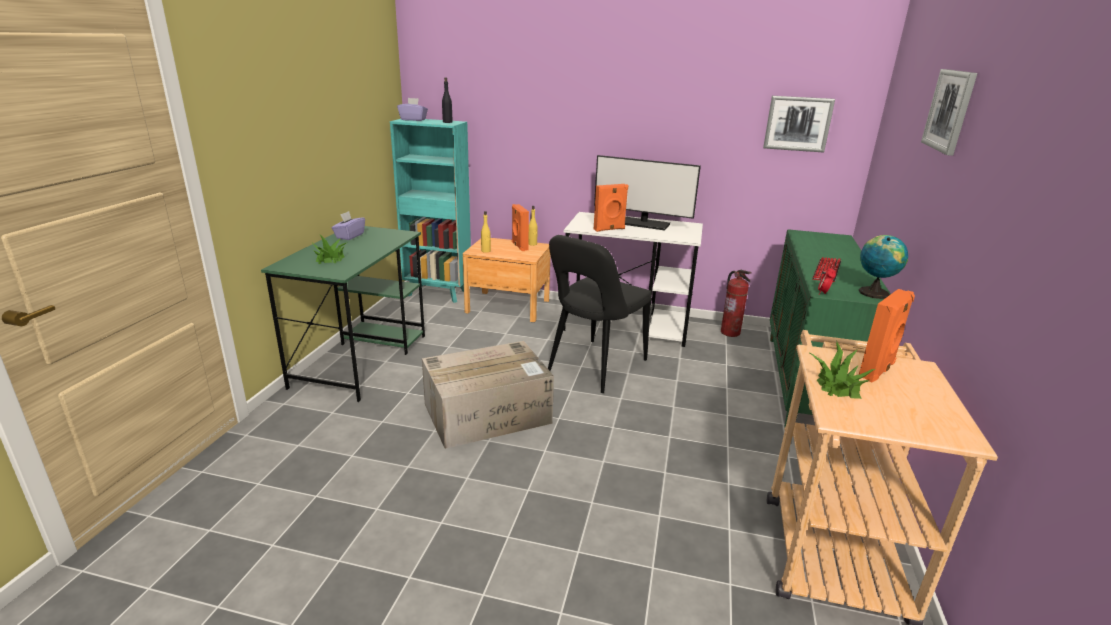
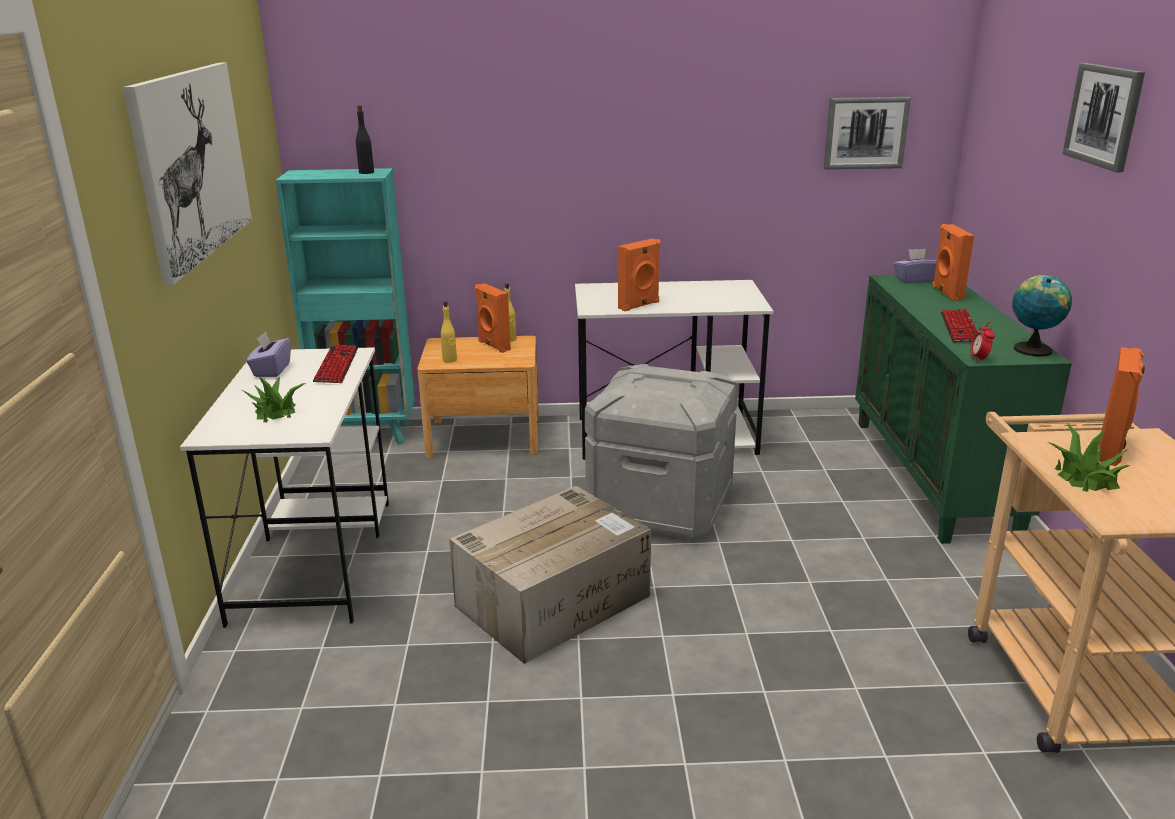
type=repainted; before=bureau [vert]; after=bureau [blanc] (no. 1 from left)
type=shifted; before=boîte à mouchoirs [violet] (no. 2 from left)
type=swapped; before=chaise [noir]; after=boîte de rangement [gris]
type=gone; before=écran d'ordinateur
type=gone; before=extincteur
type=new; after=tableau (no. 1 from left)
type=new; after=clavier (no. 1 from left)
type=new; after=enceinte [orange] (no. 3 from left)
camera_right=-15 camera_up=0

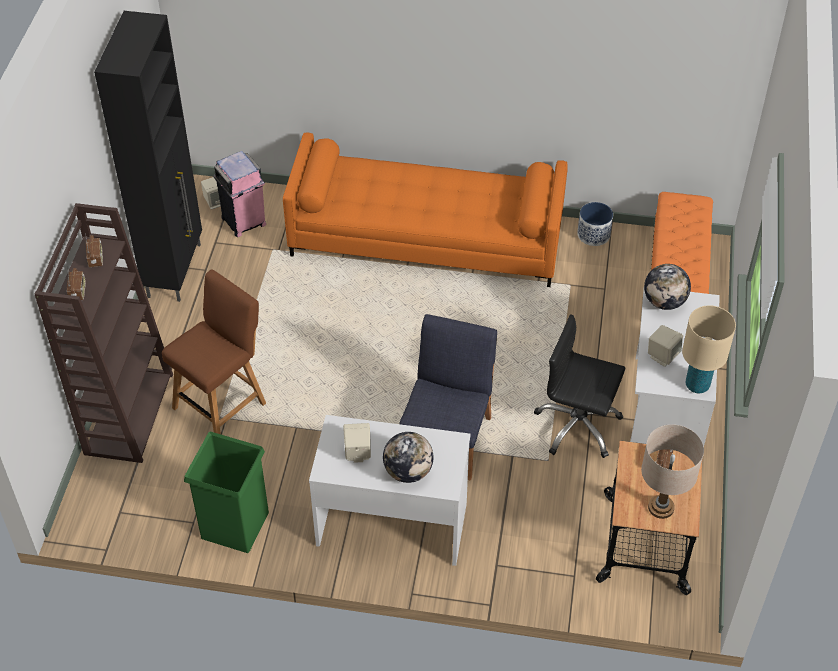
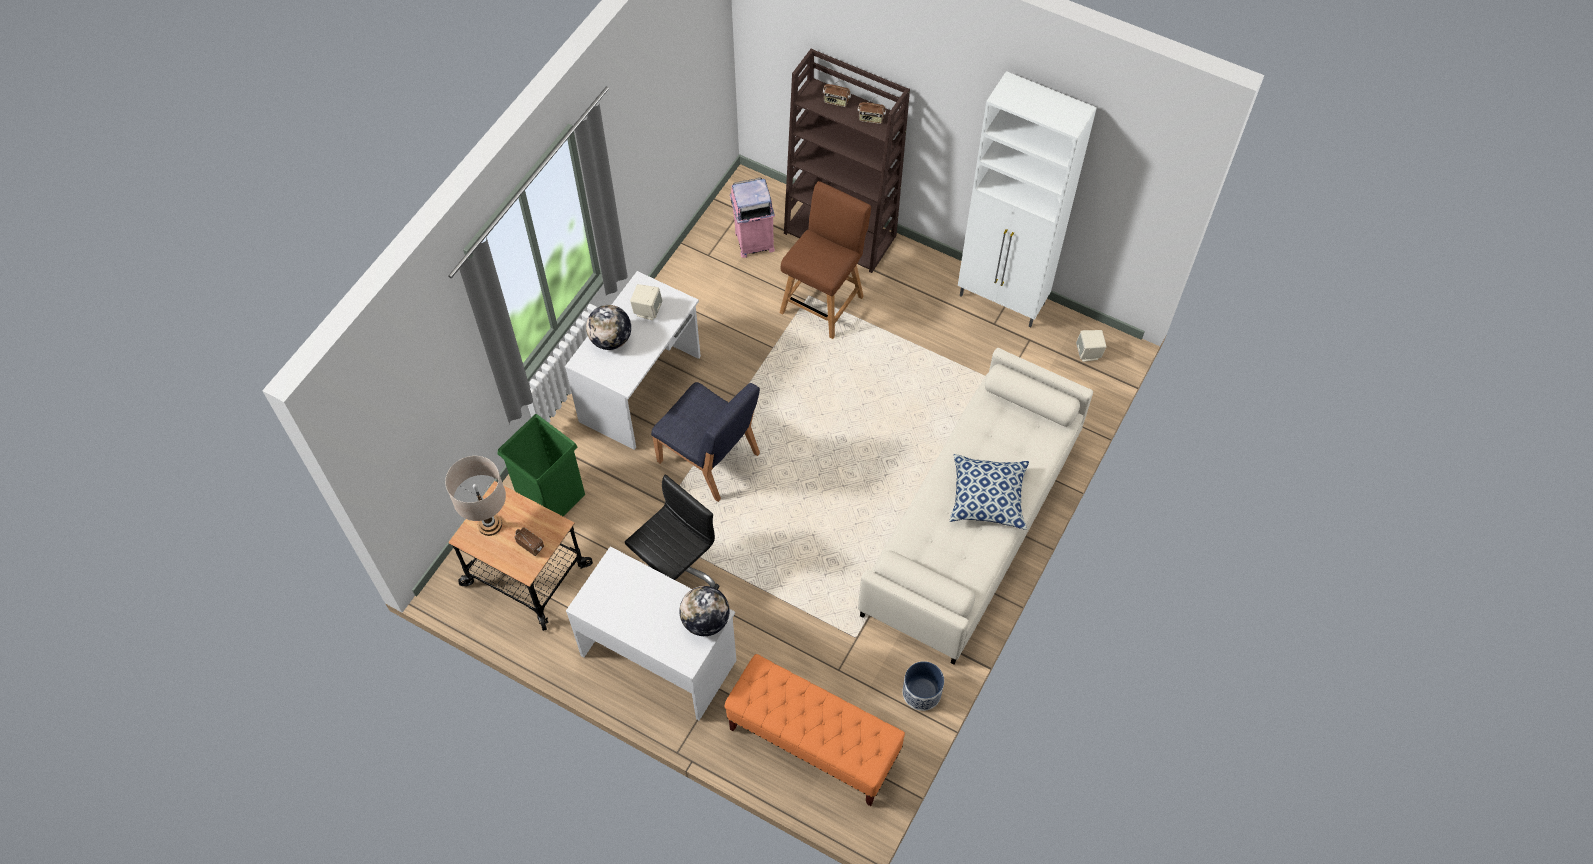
type=repainted; before=meuble de rangement [noir]; after=meuble de rangement [blanc]
type=rotated; before=chaise [marron]; turn=-120
type=shifted; before=poubelle [vert]
type=shifted; before=poubelle [rose]
type=repainted; before=canapé [orange]; after=canapé [beige]
type=gone; before=enceinte [beige] (no. 3 from left)
type=gone; before=lampe de table [beige] (no. 2 from left)
type=new; after=coussin
camera_right=110 camera_up=10

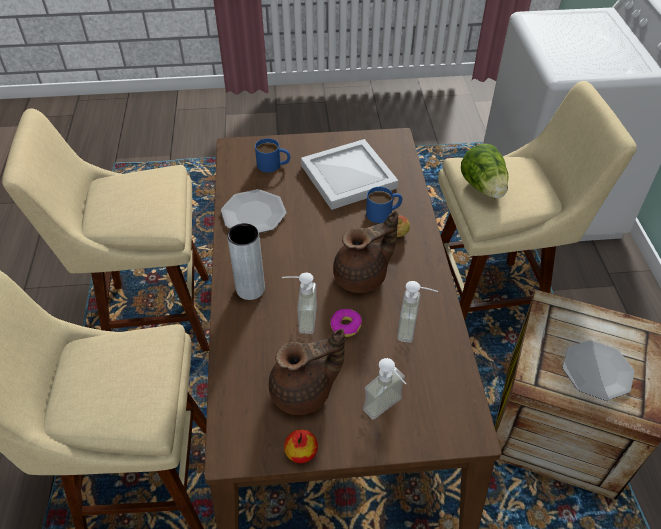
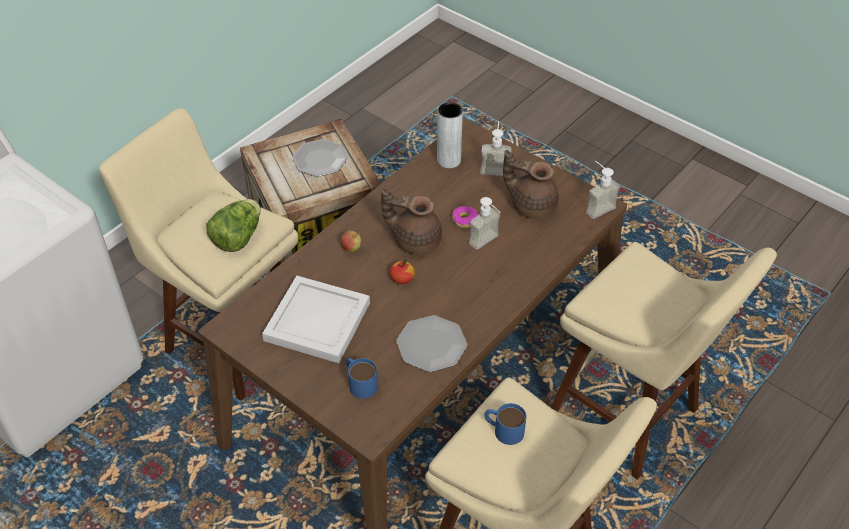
type=shifted; before=vase [gris]
type=shifted; before=pomme (no. 1 from left in the first image); after=pomme (no. 2 from left)
type=shifted; before=mug [bleu] (no. 2 from left)
type=shifted; before=distributeur de savon (no. 3 from left)
camera_right=-135 camera_up=0

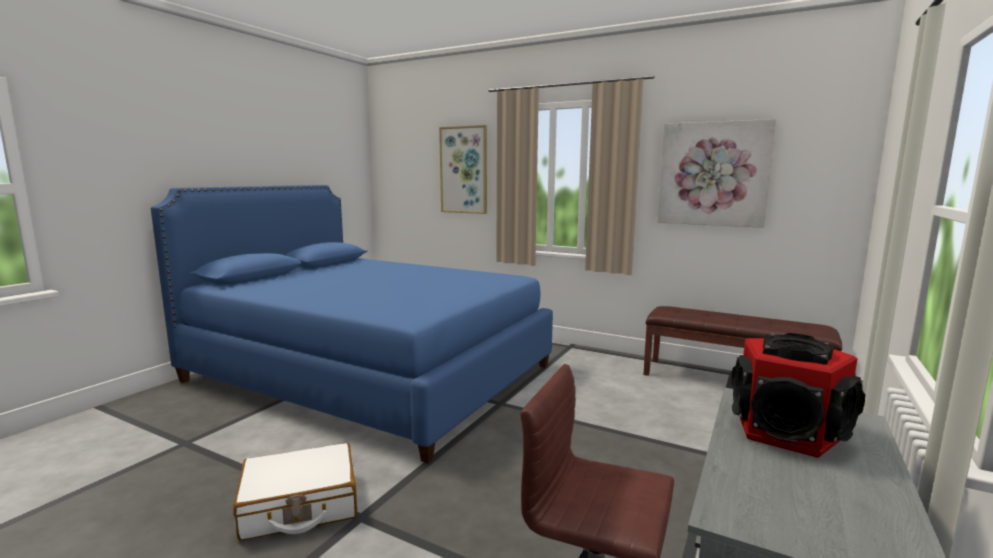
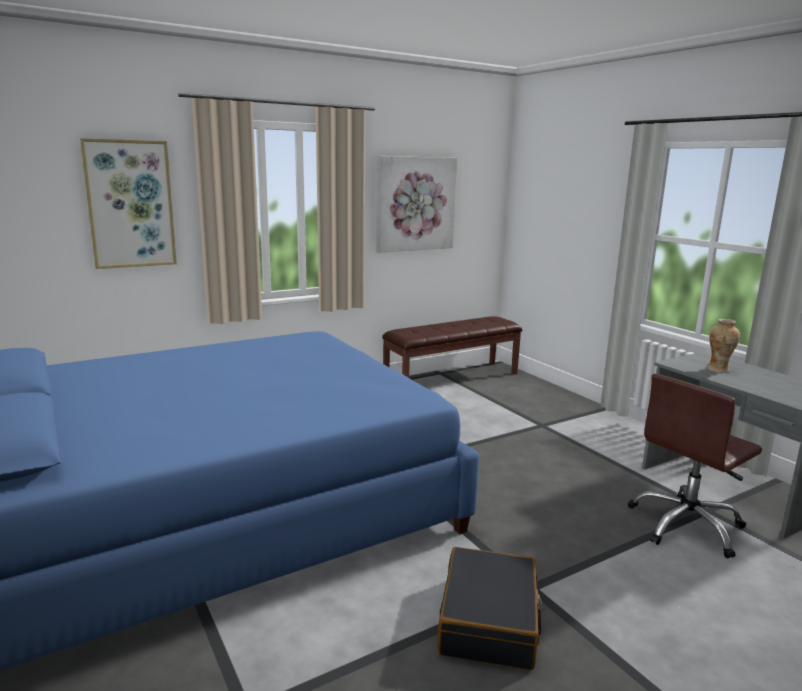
type=repainted; before=valise [blanc]; after=valise [noir]
type=swapped; before=enceinte; after=vase
camera_right=-60 camera_up=5

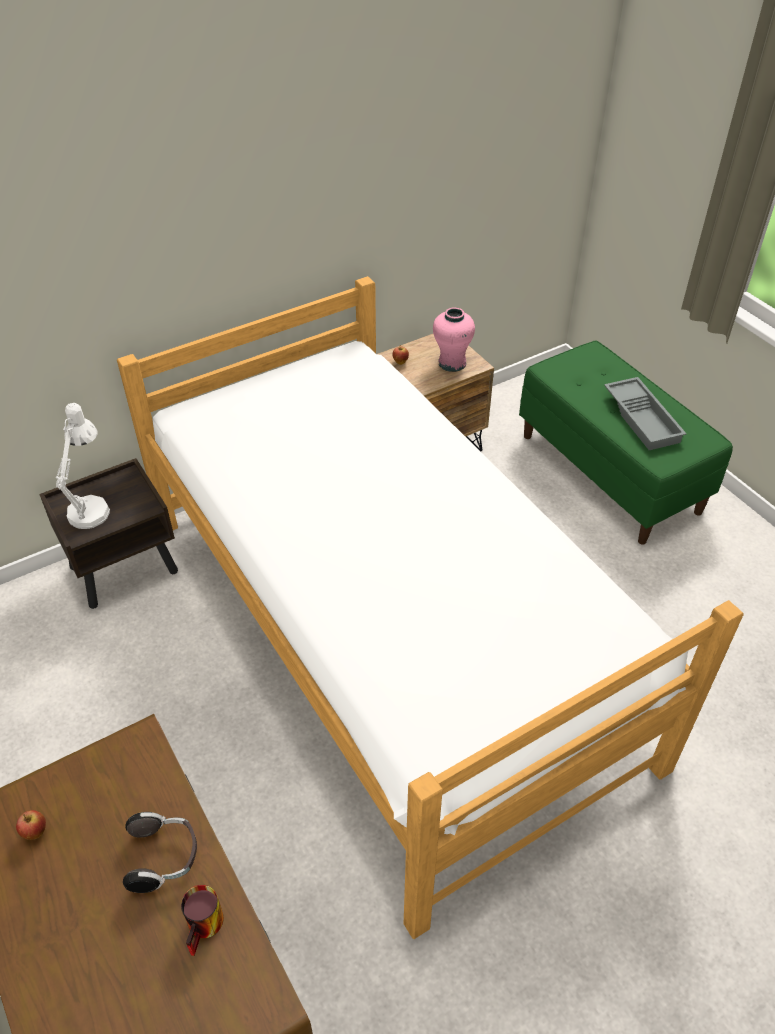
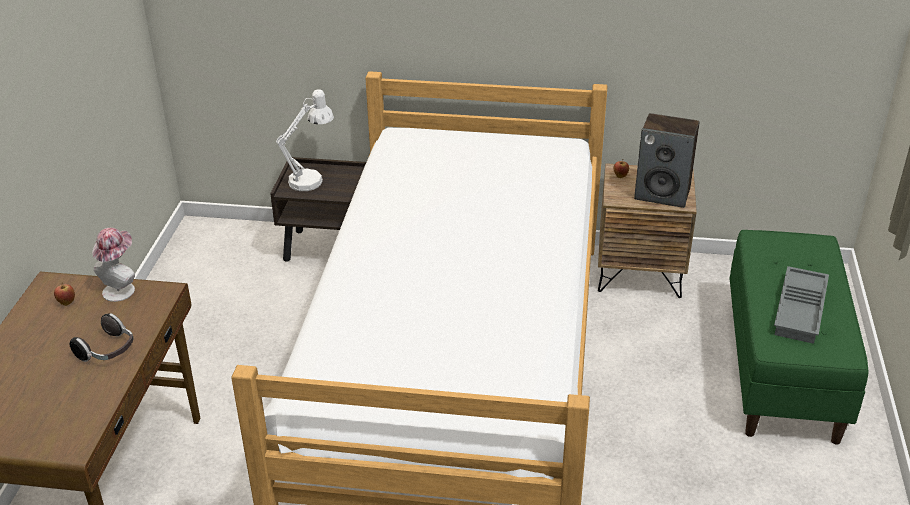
type=gone; before=mug
type=swapped; before=vase [rose]; after=enceinte
type=new; after=chapeau
camera_right=40 camera_up=-10

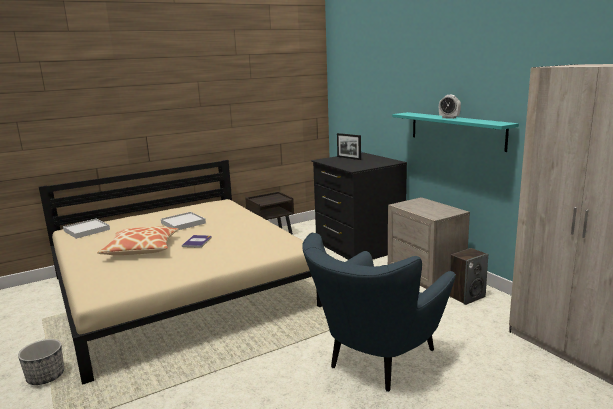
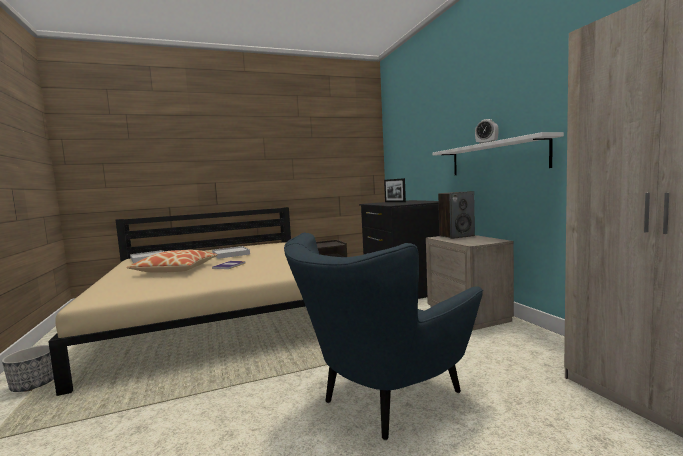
type=repainted; before=étagère [turquoise]; after=étagère [blanc]
type=shifted; before=enceinte
camera_right=10 camera_up=-10

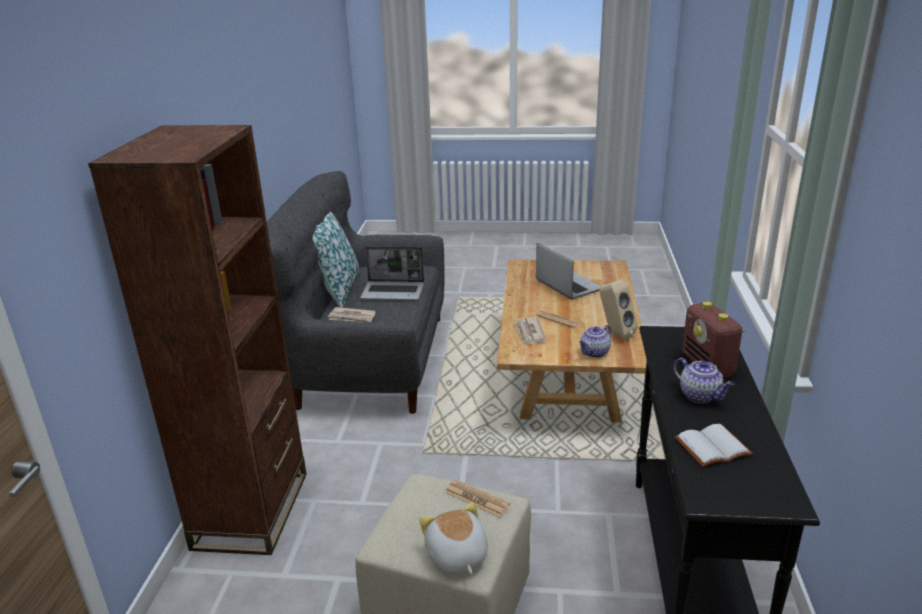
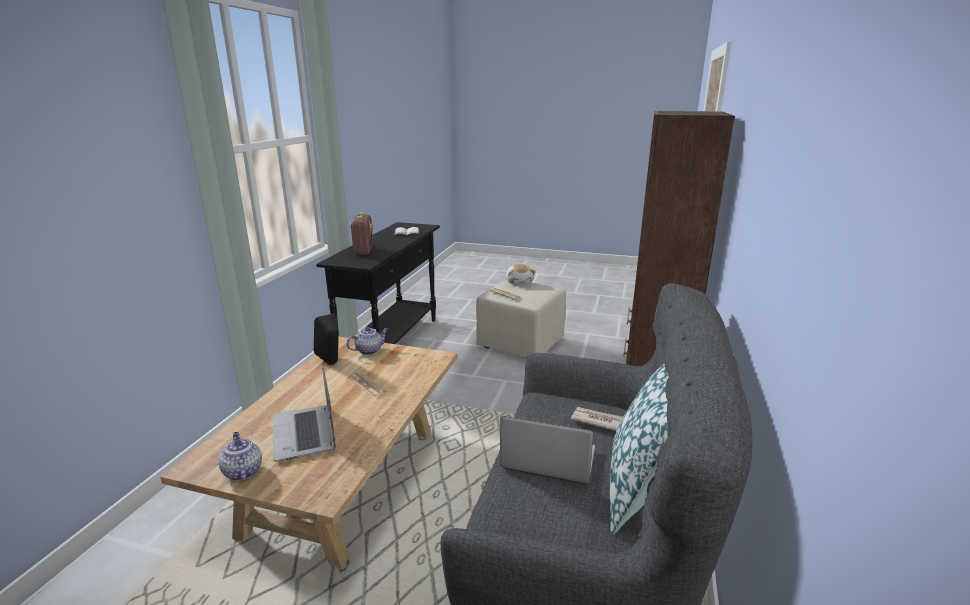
type=gone; before=journal (no. 3 from left)
type=repainted; before=enceinte [beige]; after=enceinte [noir]
type=shifted; before=théière (no. 2 from left in the first image); after=théière (no. 1 from left)
camera_right=-170 camera_up=-5

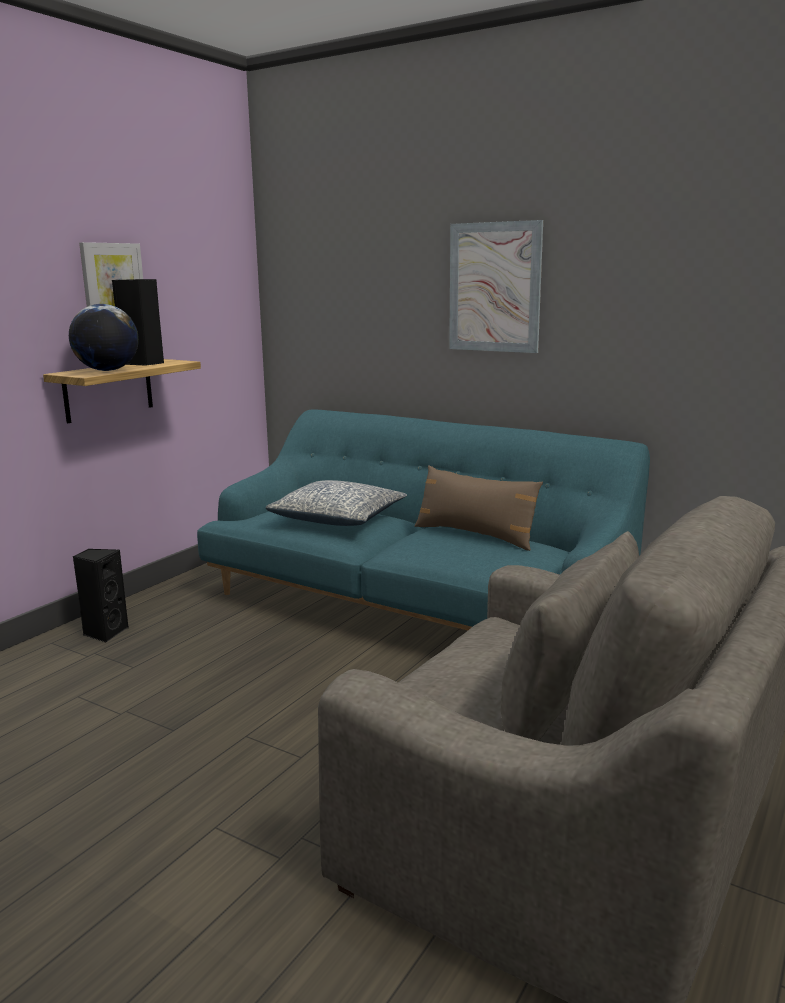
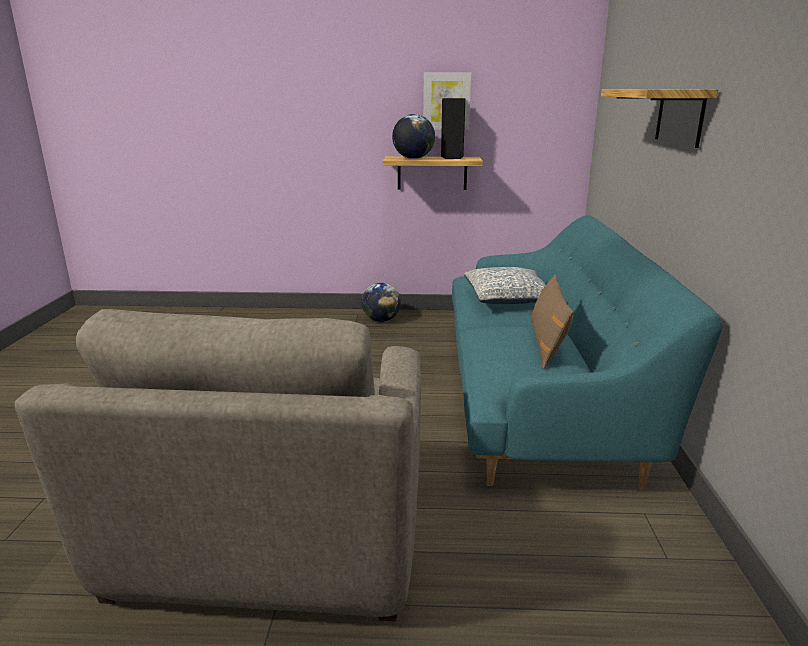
type=swapped; before=enceinte [noir] (no. 1 from left); after=globe (no. 1 from left)
type=swapped; before=tableau (no. 2 from left); after=étagère (no. 2 from left)
camera_right=60 camera_up=5

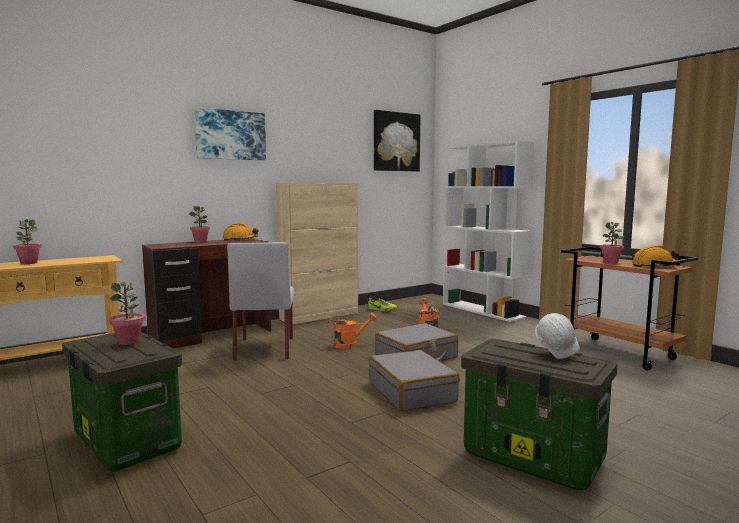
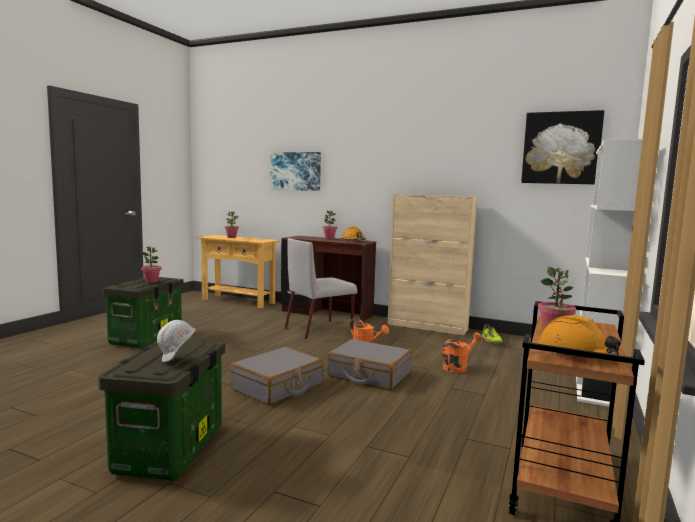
type=shifted; before=tableau (no. 1 from left)
camera_right=60 camera_up=0

